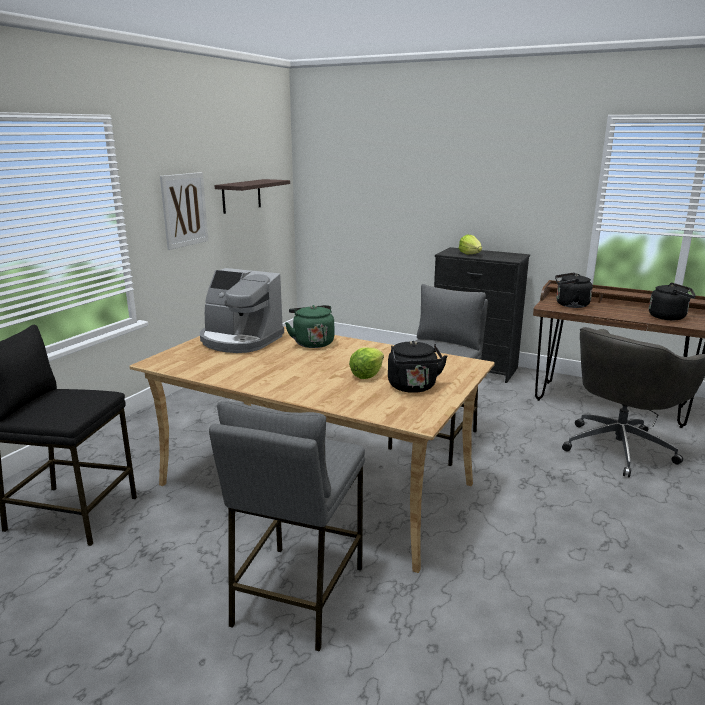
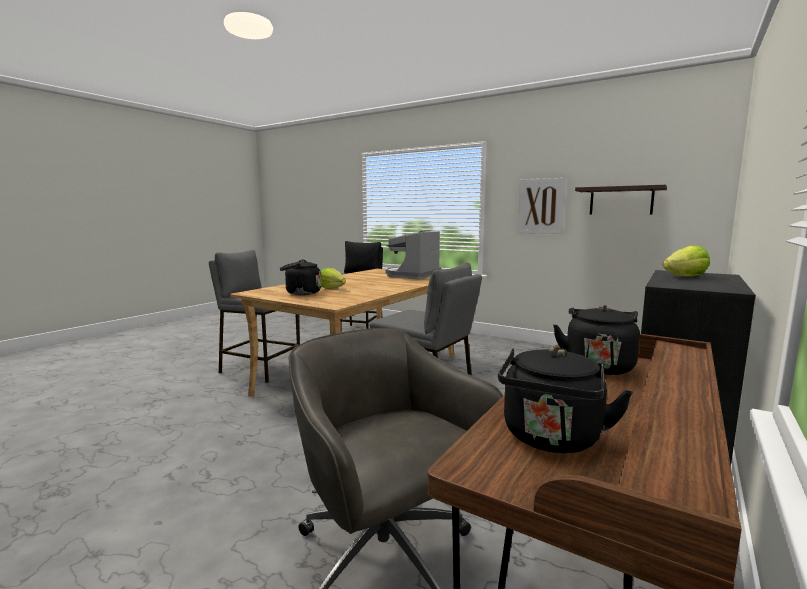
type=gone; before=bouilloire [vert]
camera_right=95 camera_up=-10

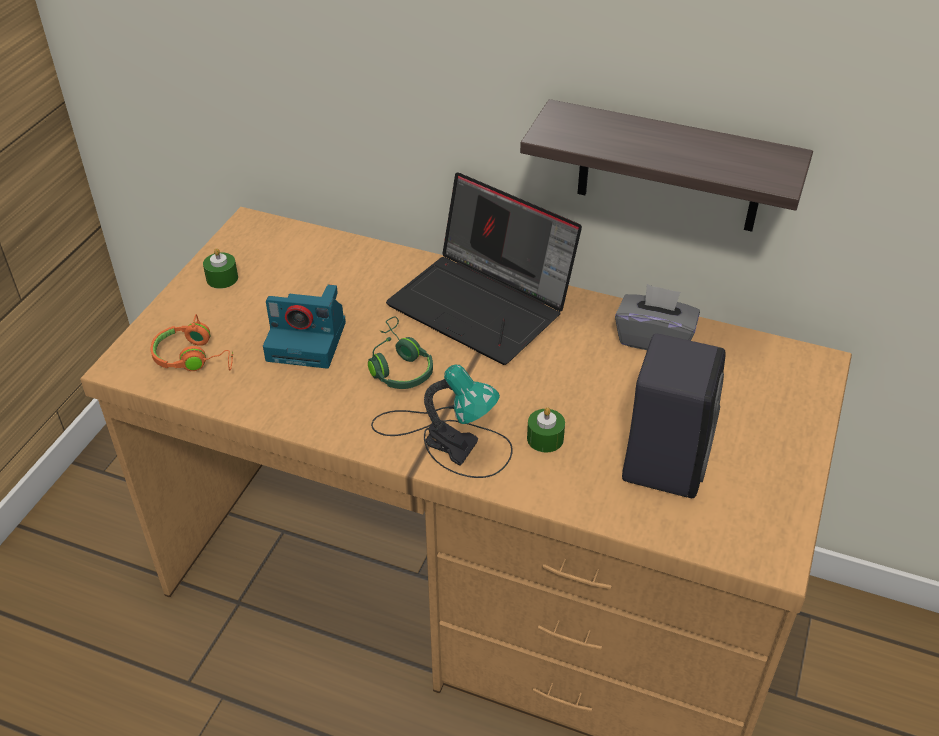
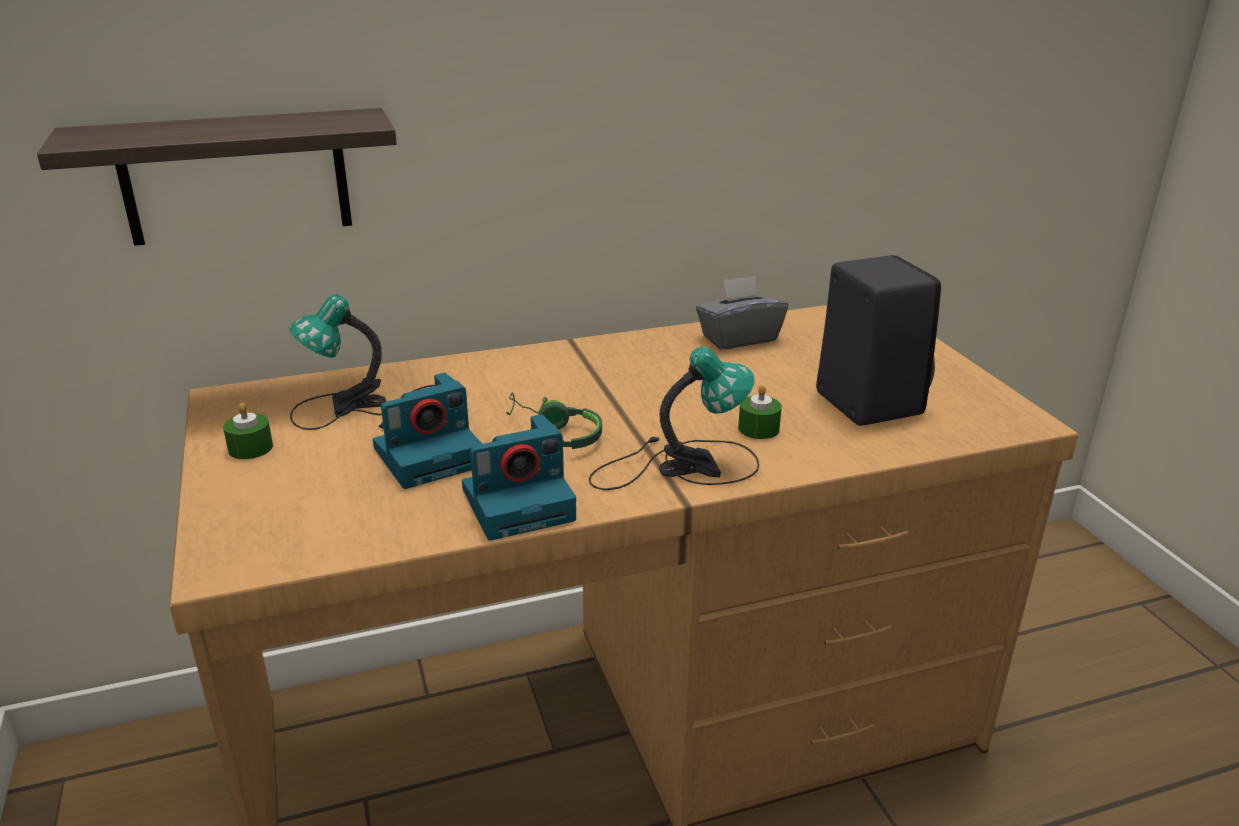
type=gone; before=casque audio [orange]
type=gone; before=ordinateur portable
type=shifted; before=étagère
type=new; after=lampe de table (no. 1 from left)
type=new; after=appareil photo (no. 2 from left)
camera_right=-40 camera_up=-15

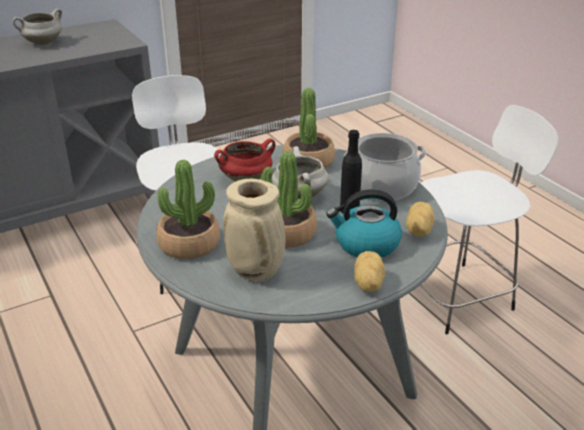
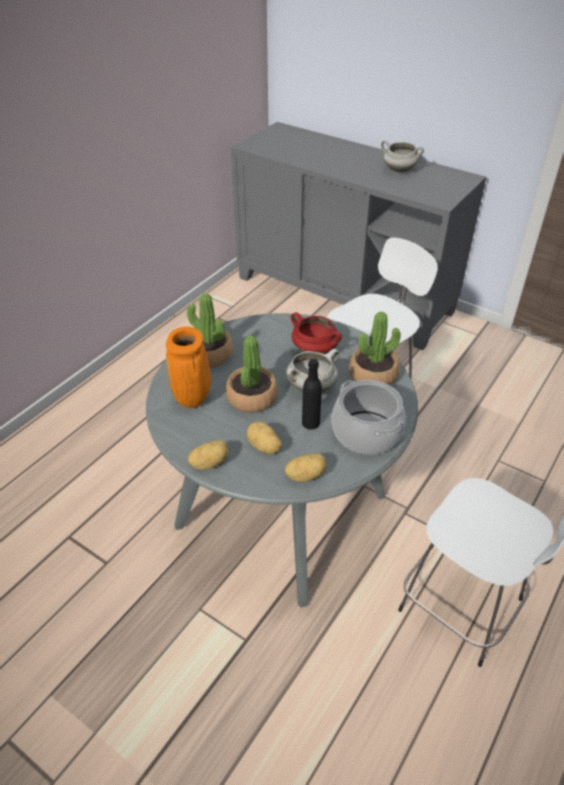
type=repainted; before=vase [beige]; after=vase [orange]
type=swapped; before=bouilloire; after=pomme de terre (no. 2 from left)
camera_right=65 camera_up=10

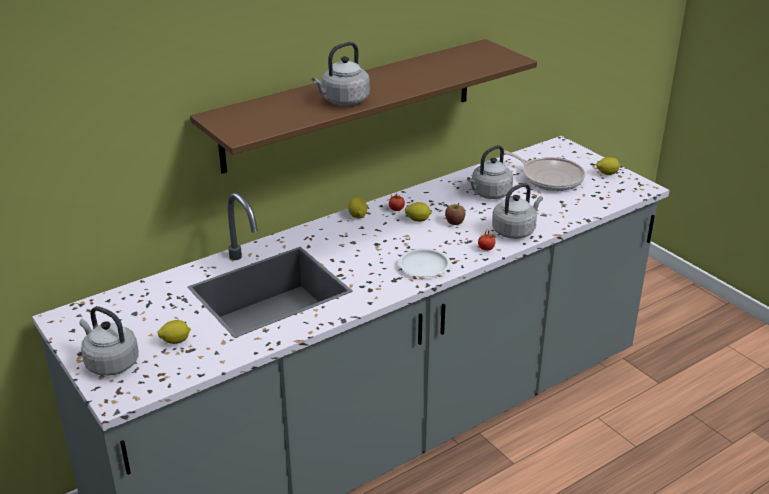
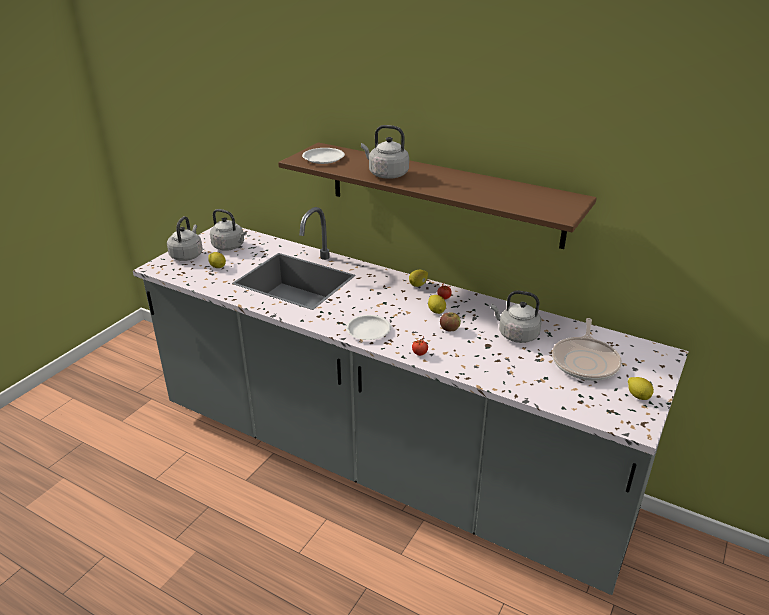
type=shifted; before=bouilloire [gris] (no. 4 from left in the first image); after=bouilloire [gris] (no. 2 from left)
type=new; after=assiette [blanc] (no. 1 from left)
camera_right=65 camera_up=0

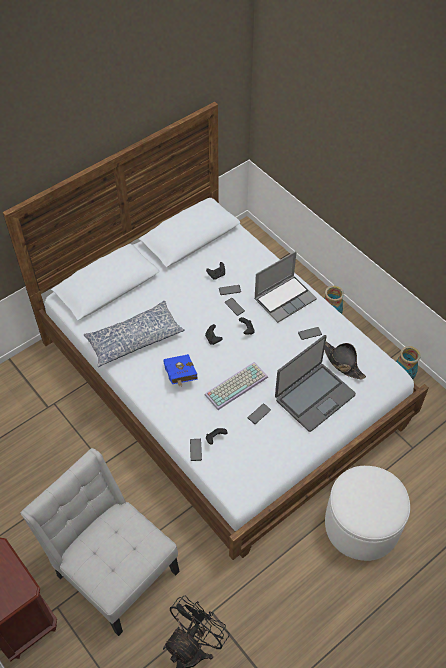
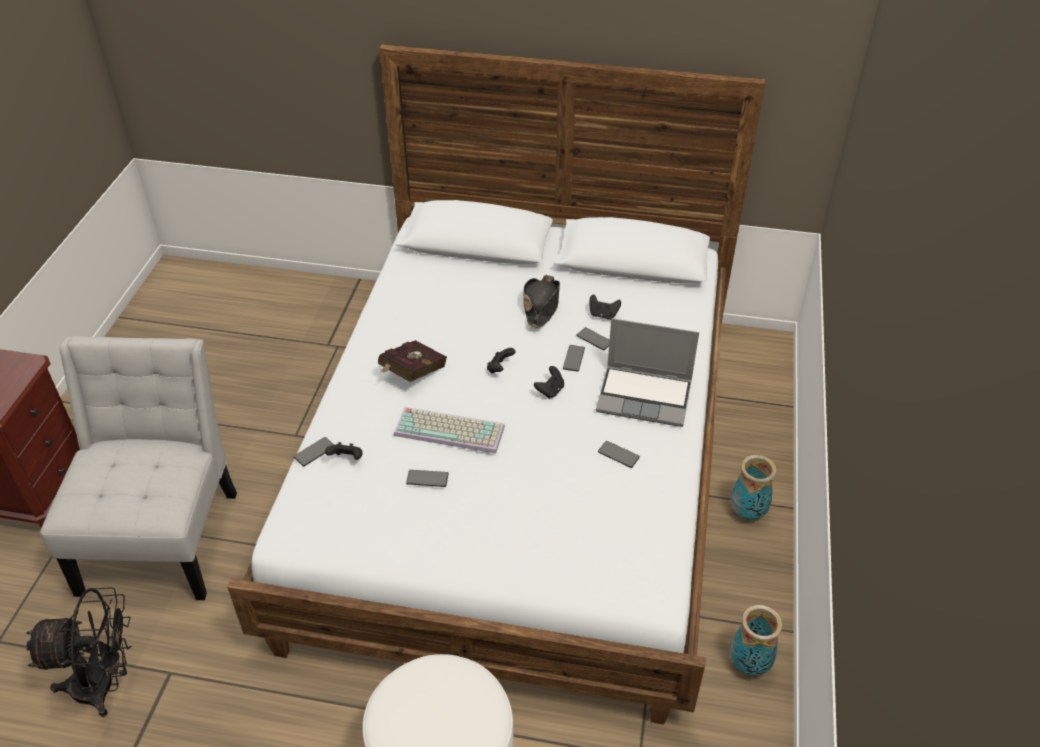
type=gone; before=coussin
type=repainted; before=livre [bleu]; after=livre [rouge]
type=gone; before=ordinateur portable (no. 2 from left)
type=shifted; before=chapeau [noir]
camera_right=50 camera_up=-10

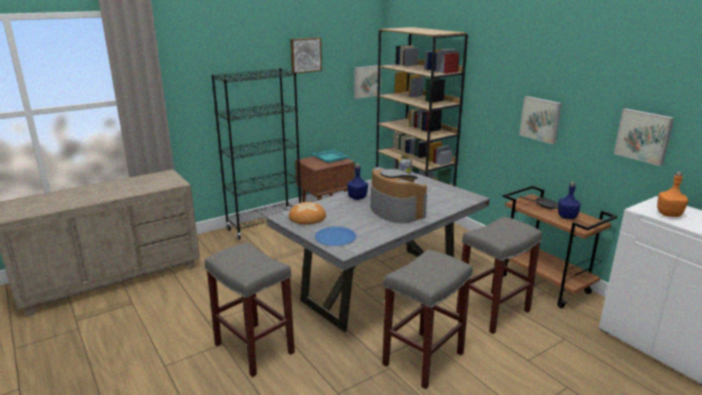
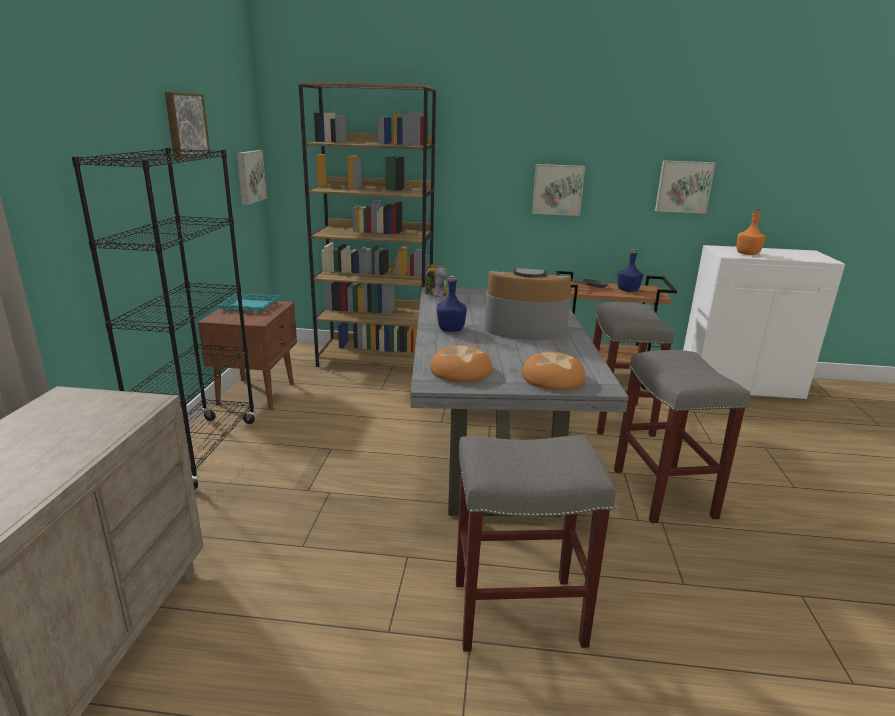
type=swapped; before=assiette [bleu]; after=pain (no. 2 from left)
camera_right=-50 camera_up=0

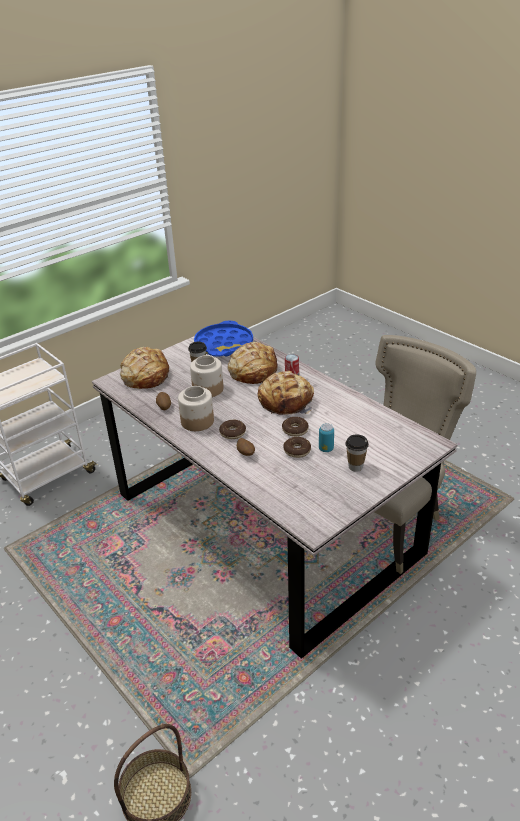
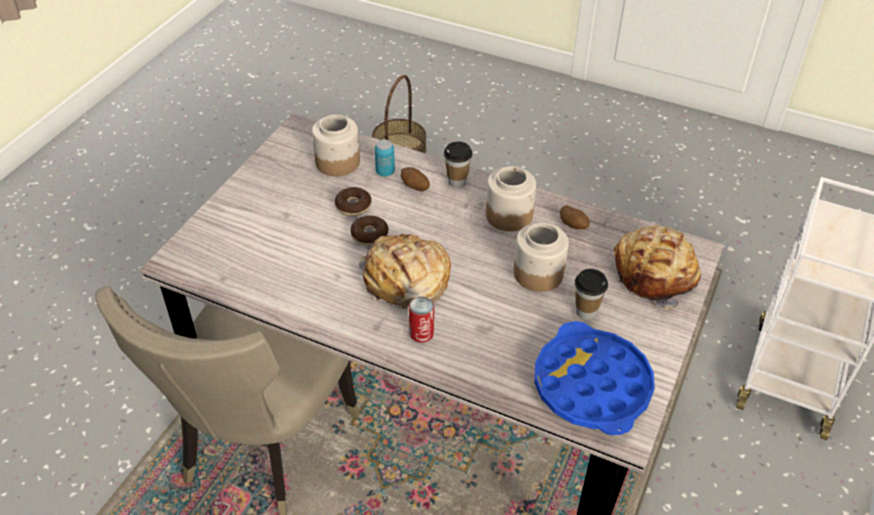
type=gone; before=beignet (no. 1 from left)
type=gone; before=pain (no. 2 from left)
type=shifted; before=boîte métallique (no. 2 from left in the first image); after=boîte métallique (no. 1 from left)
type=shifted; before=tasse (no. 2 from left in the first image); after=tasse (no. 1 from left)
type=new; after=bocal (no. 1 from left)
camera_right=155 camera_up=10

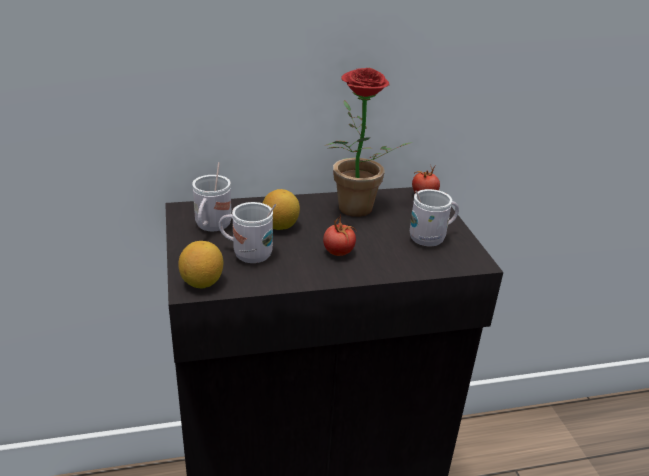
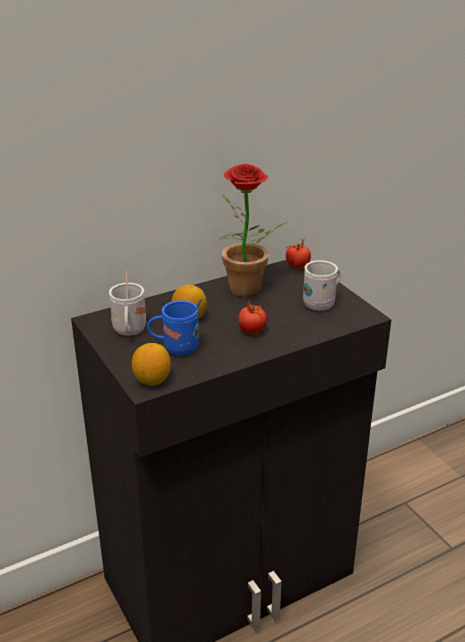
type=repainted; before=mug [blanc] (no. 2 from left); after=mug [bleu]
camera_right=-15 camera_up=0

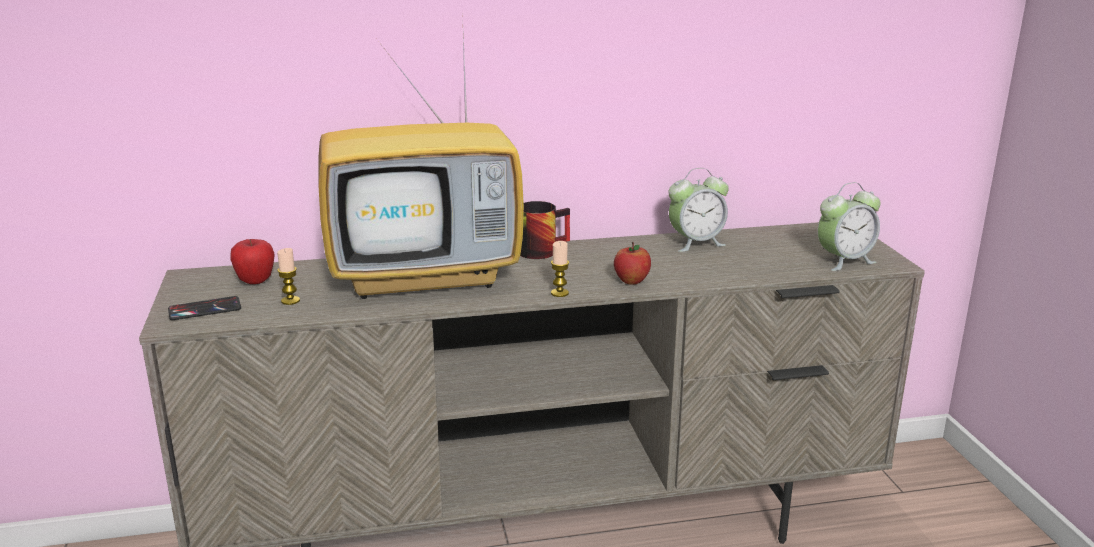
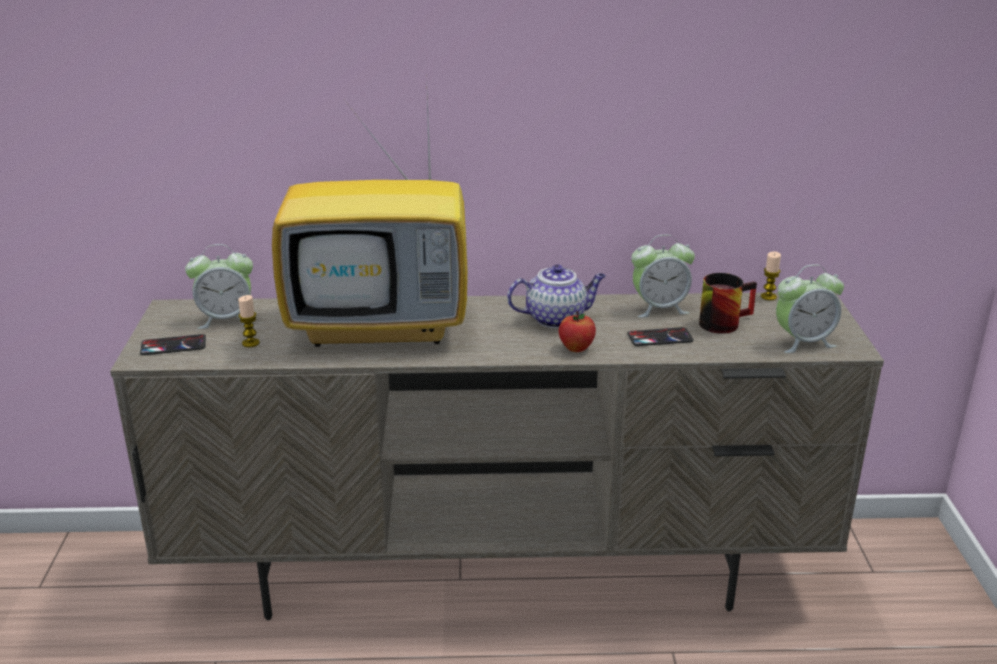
type=swapped; before=pomme (no. 1 from left); after=réveil (no. 1 from left)
type=shifted; before=mug
type=shifted; before=bougie (no. 2 from left)
type=new; after=théière
type=new; after=téléphone (no. 2 from left)
camera_right=10 camera_up=5

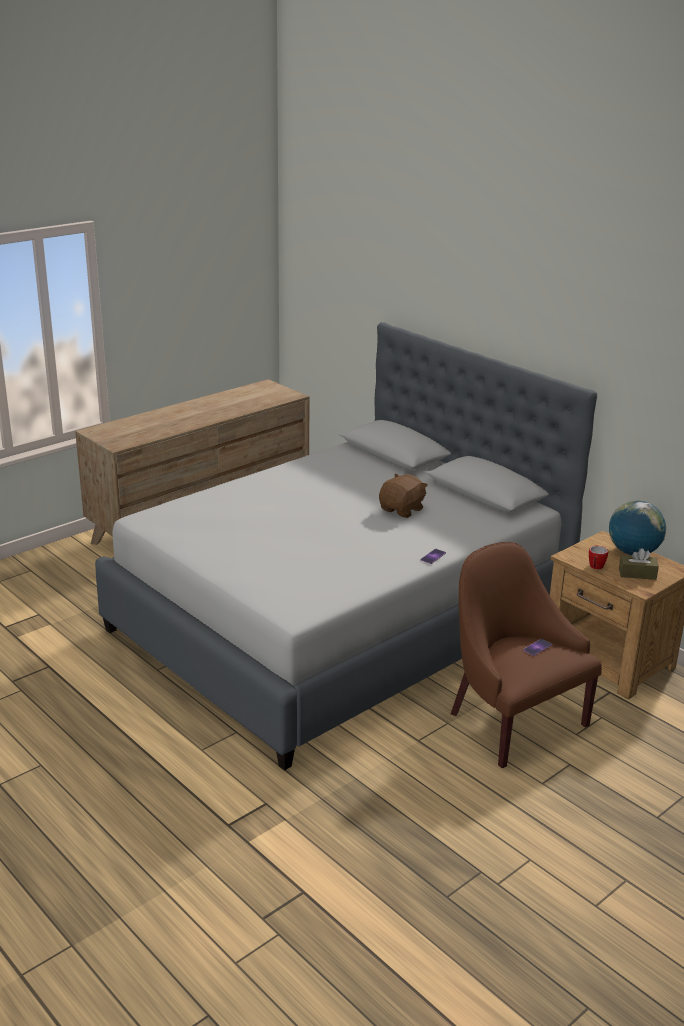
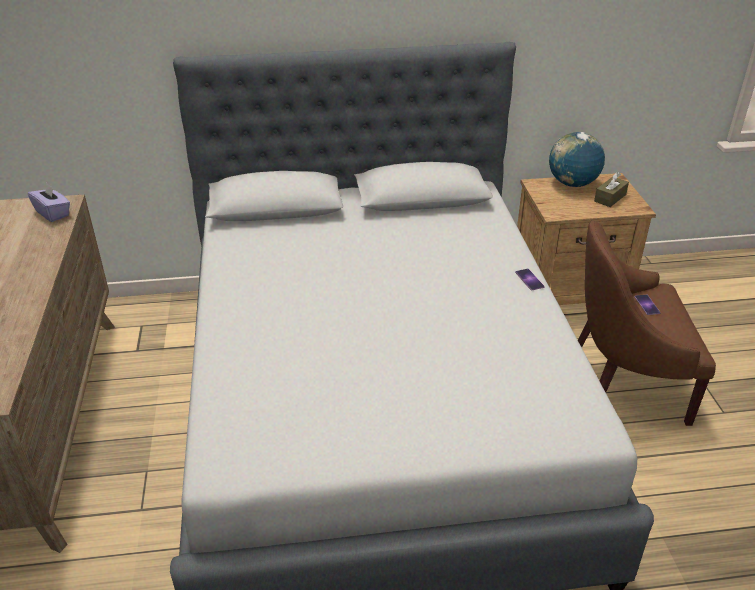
type=gone; before=peluche [marron]
type=gone; before=mug
type=new; after=boîte à mouchoirs [violet]
camera_right=-55 camera_up=10

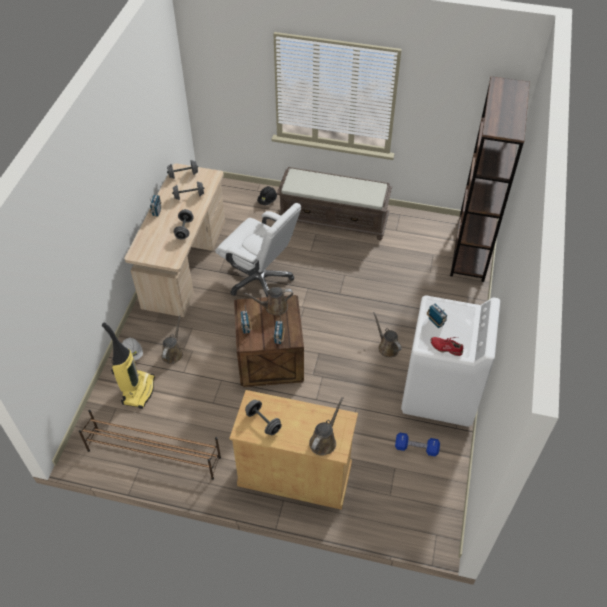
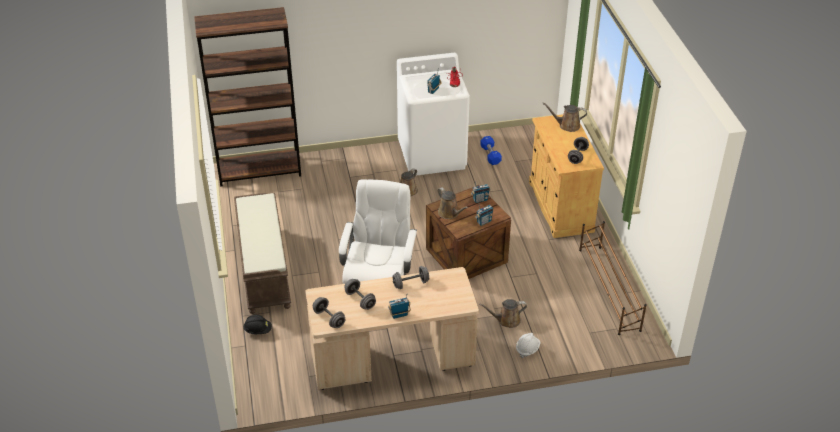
type=gone; before=aspirateur
camera_right=-115 camera_up=-10

